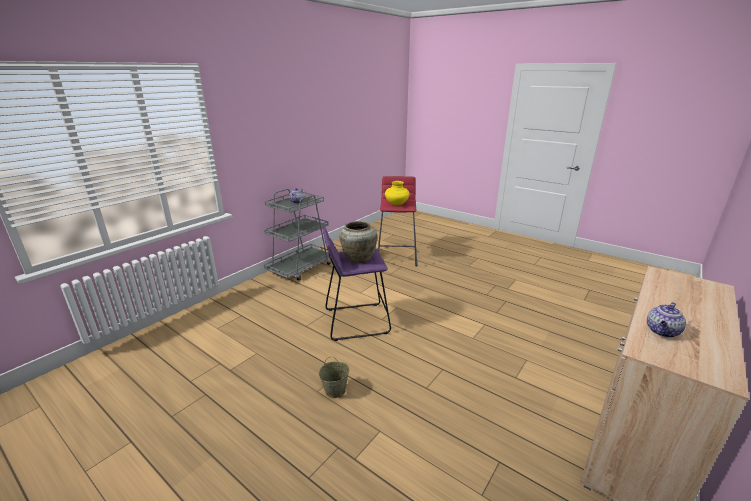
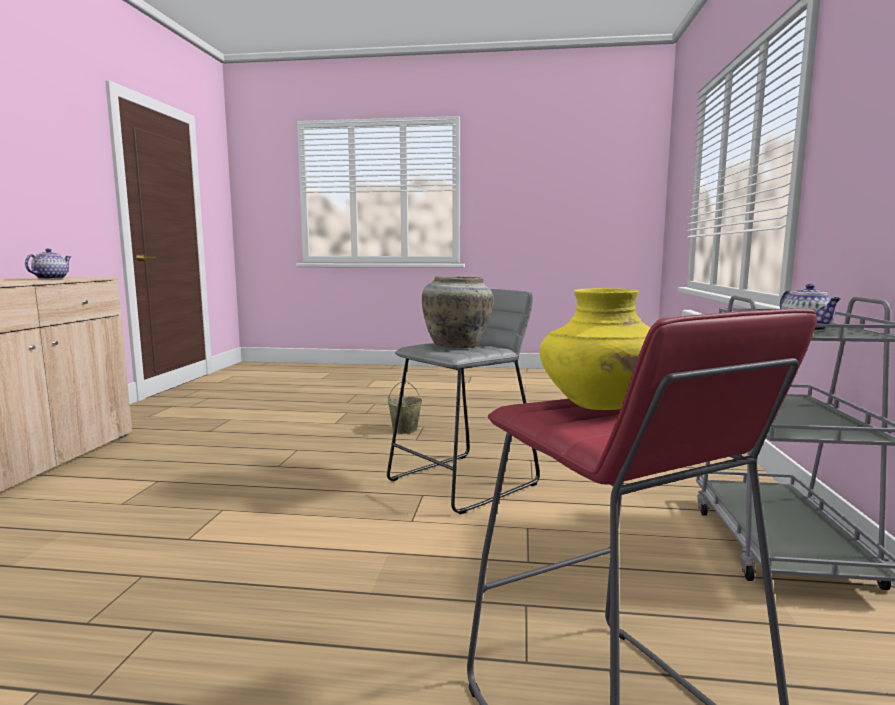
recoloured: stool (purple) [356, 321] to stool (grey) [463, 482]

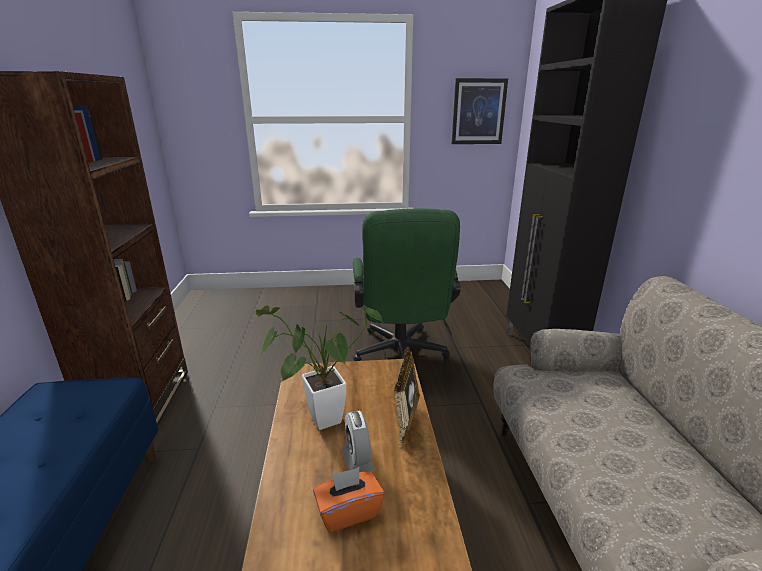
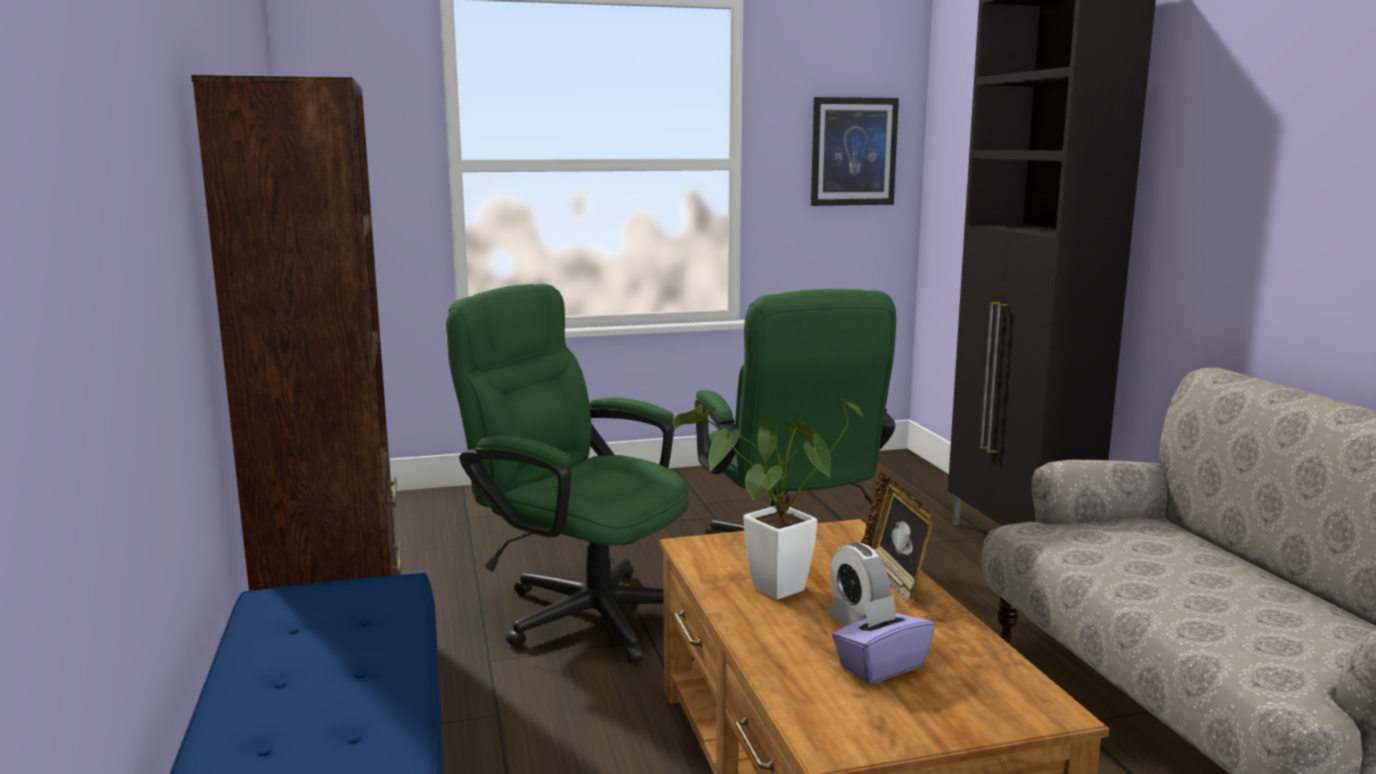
added: office chair (green) [581, 611]
recoloured: tissue box (orange) [348, 511] to tissue box (purple) [880, 666]

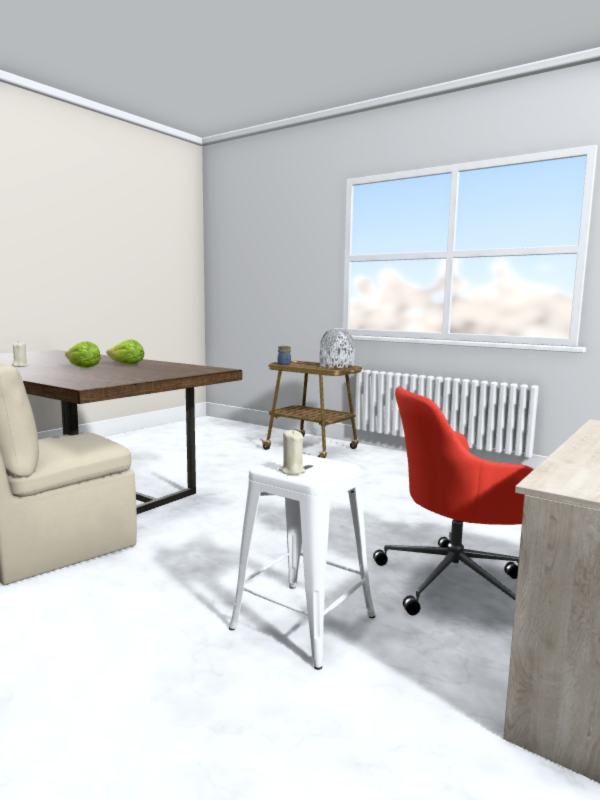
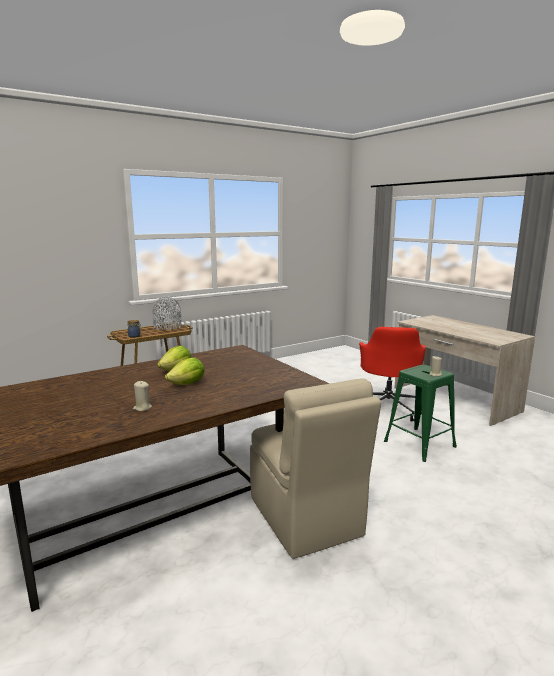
recoloured: stool (white) [303, 622] to stool (green) [419, 444]

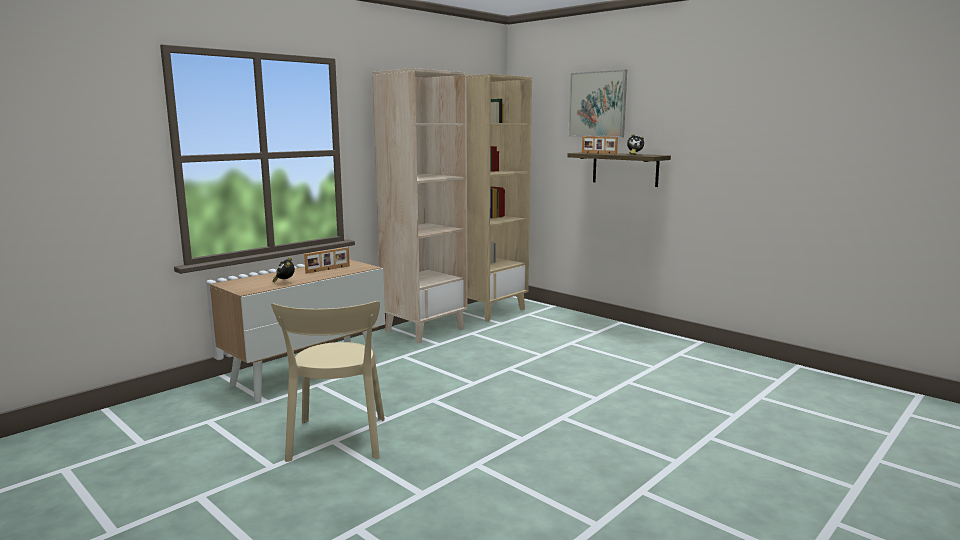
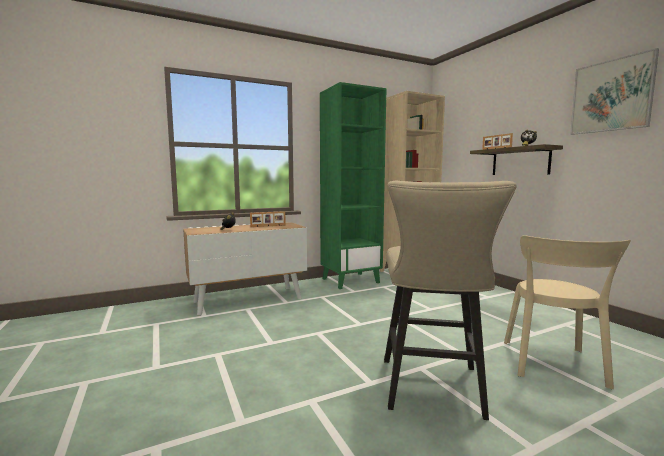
added: stool (beige) [432, 391]
moved: picture [597, 104] to [611, 96]; chair (beige) [337, 441] to [553, 365]
recoloured: bookcase (beige) [425, 329] to bookcase (green) [350, 280]

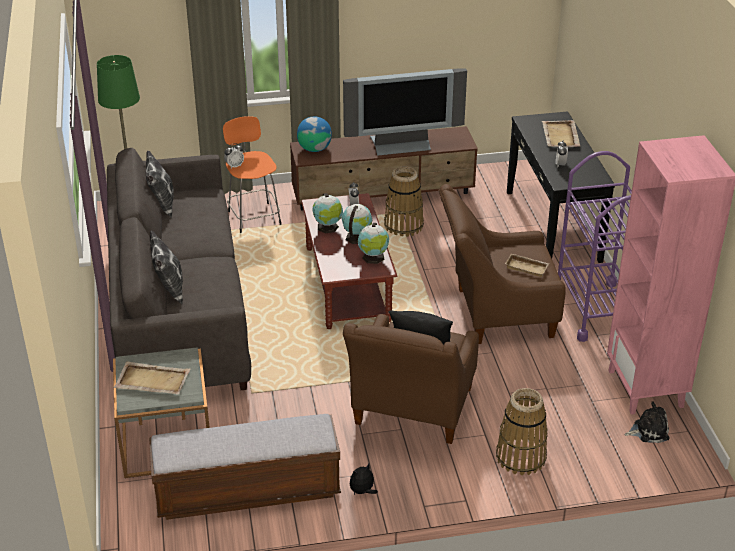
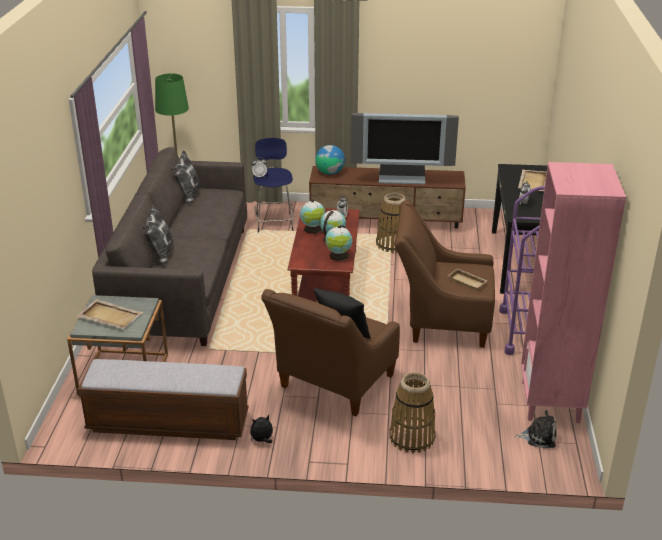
recoloured: stool (orange) [254, 217] to stool (blue) [274, 222]

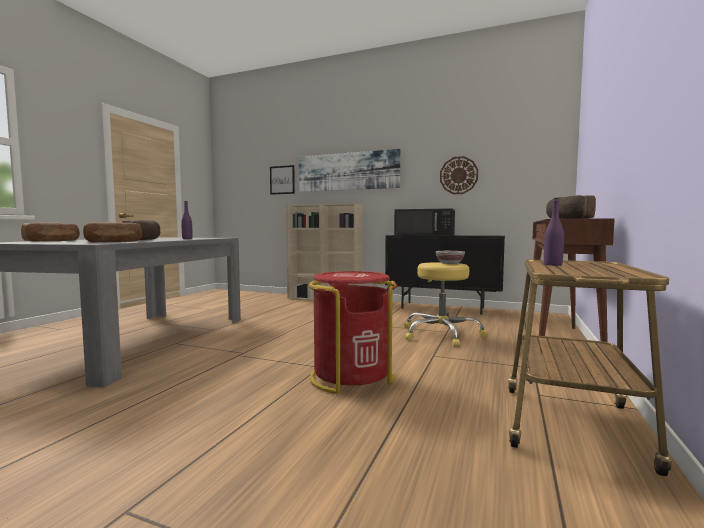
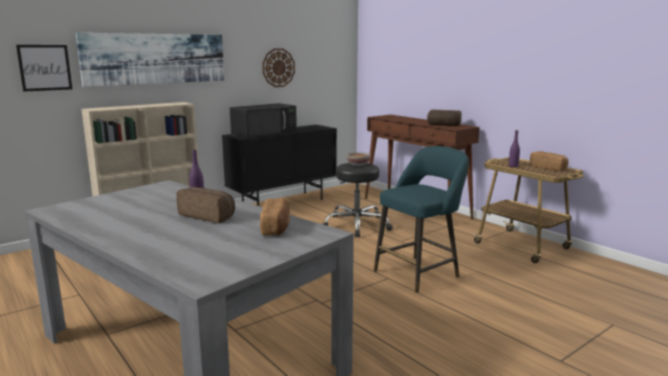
moved: bread [52, 241] to [548, 168]
replaced: trash can (red) [351, 377] to stool (turquoise) [419, 273]
recoloured: stool (yellow) [441, 334] to stool (black) [356, 225]

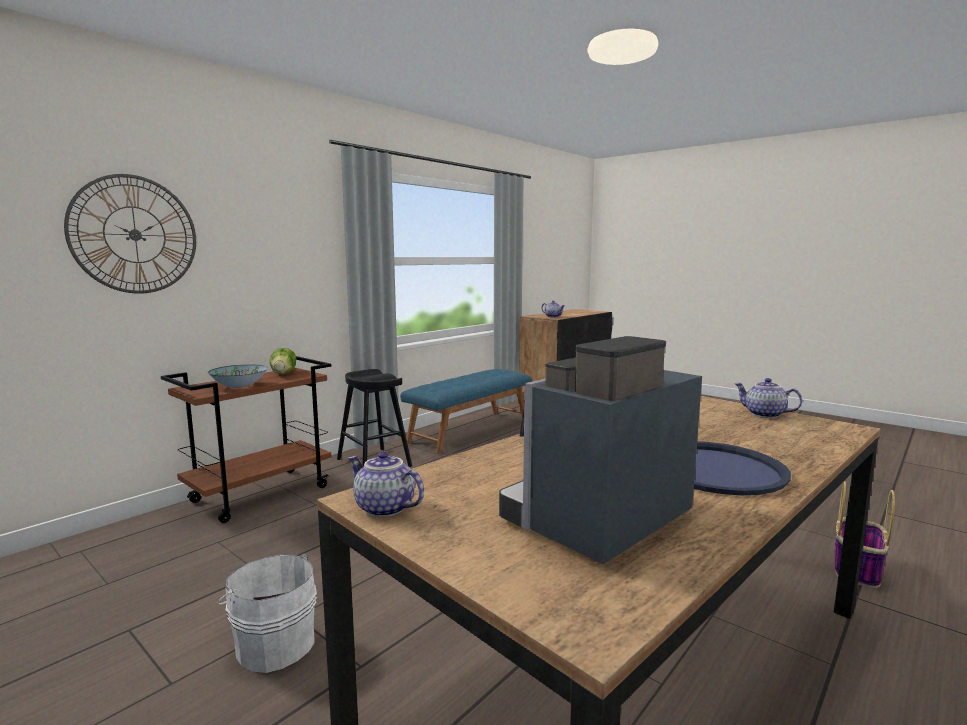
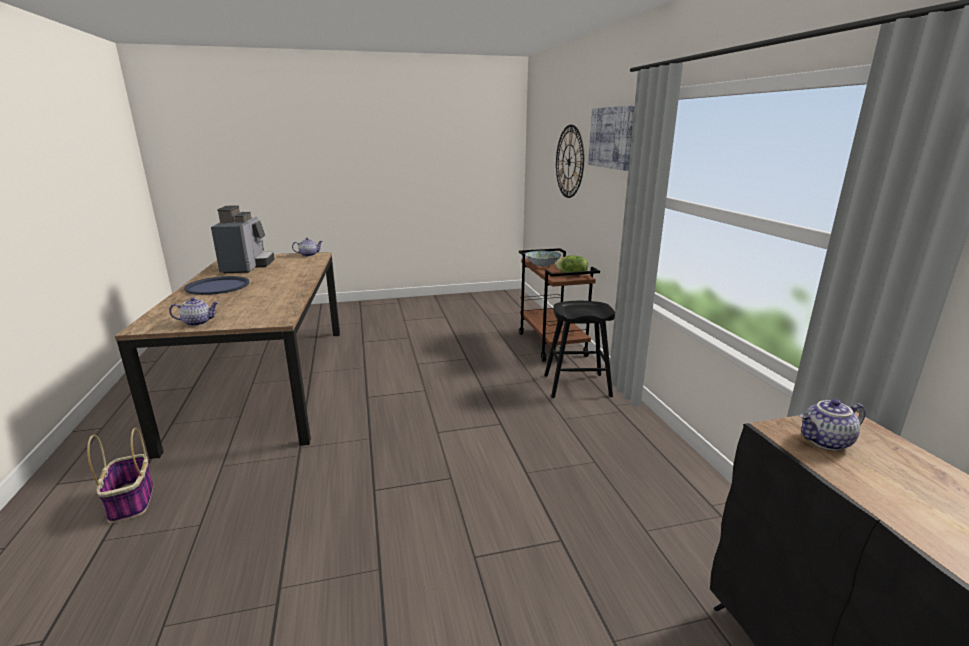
removed: bench (blue) [469, 431]; bucket (white) [274, 643]
added: picture [612, 137]

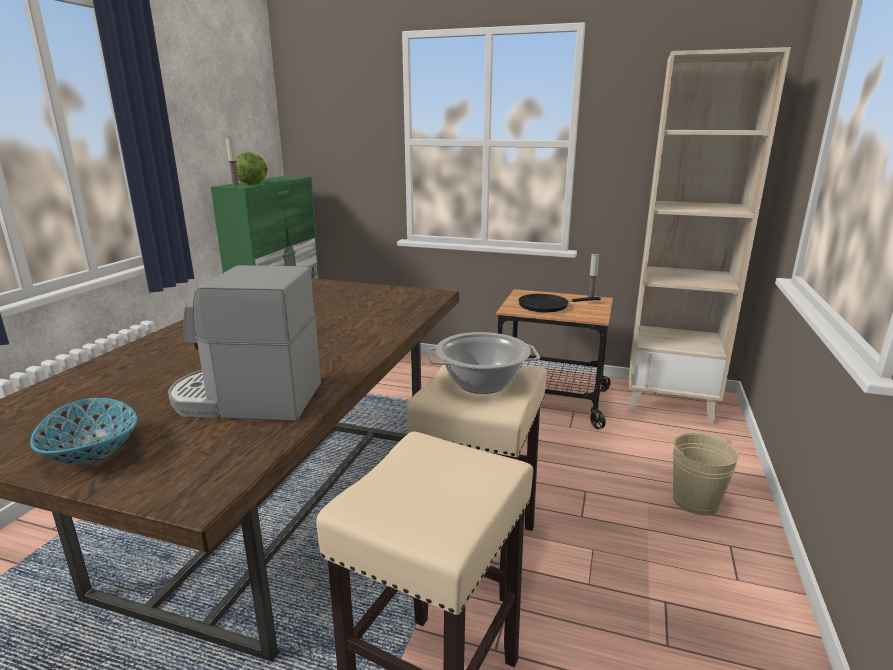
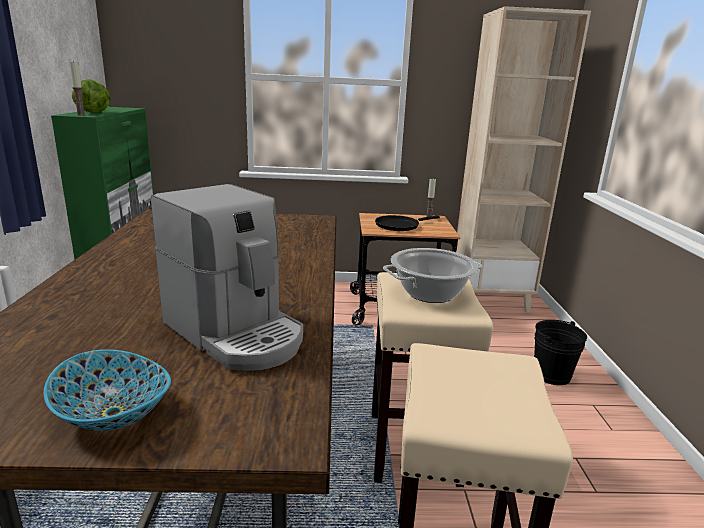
recoloured: bucket (beige) [696, 501] to bucket (black) [551, 375]
turned: coffee machine [246, 399] = [236, 333] 120 degrees counterclockwise

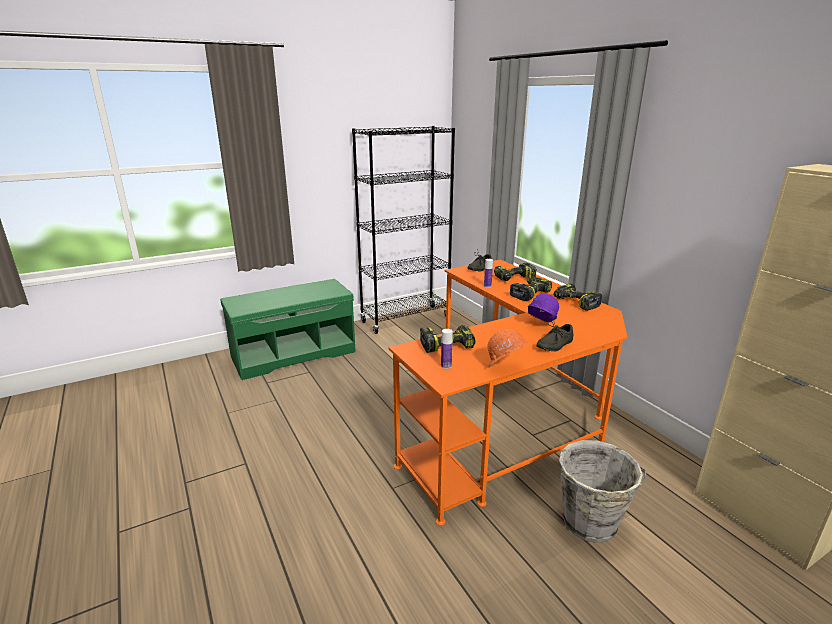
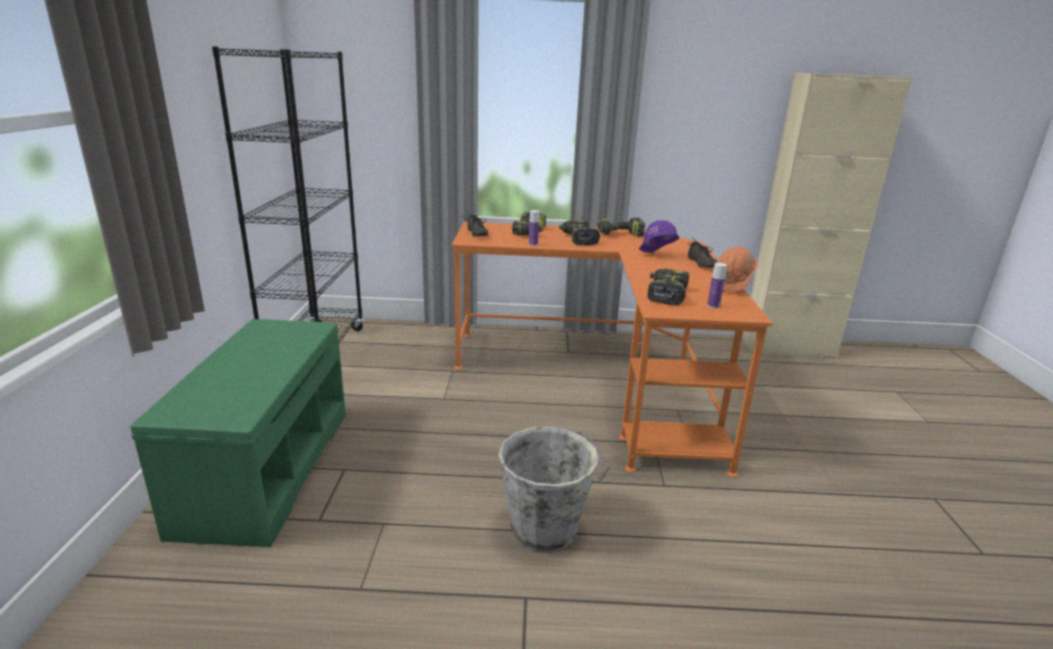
moved: bucket (grey) [590, 524] to [546, 530]

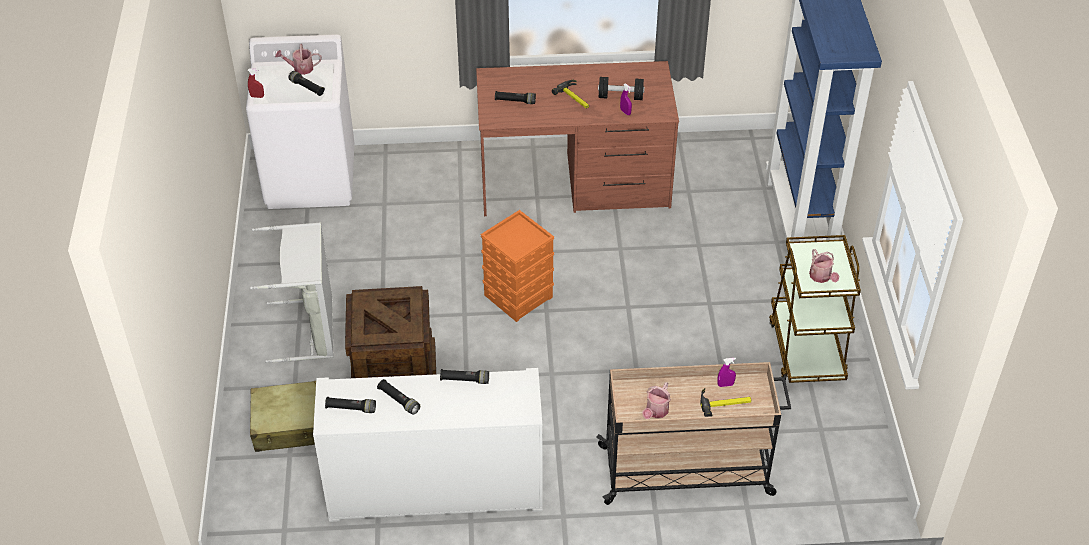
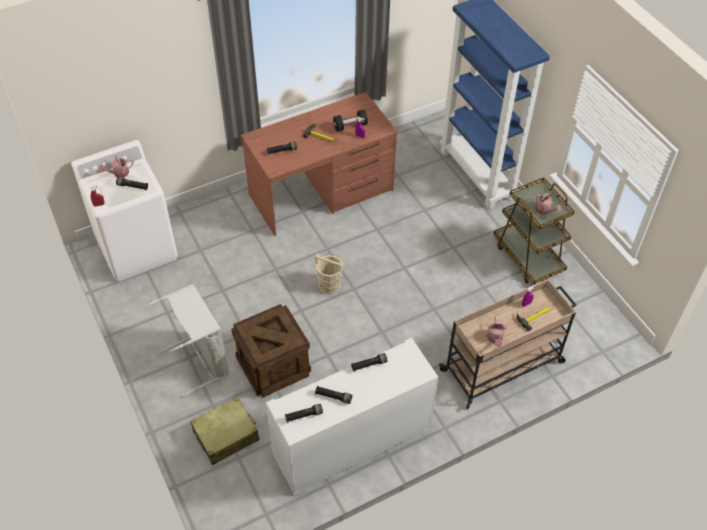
replaced: storage box (orange) [518, 295] to bucket (beige) [329, 285]

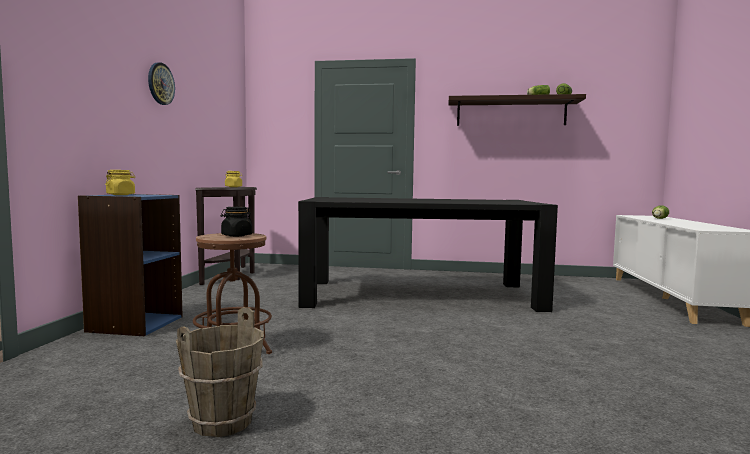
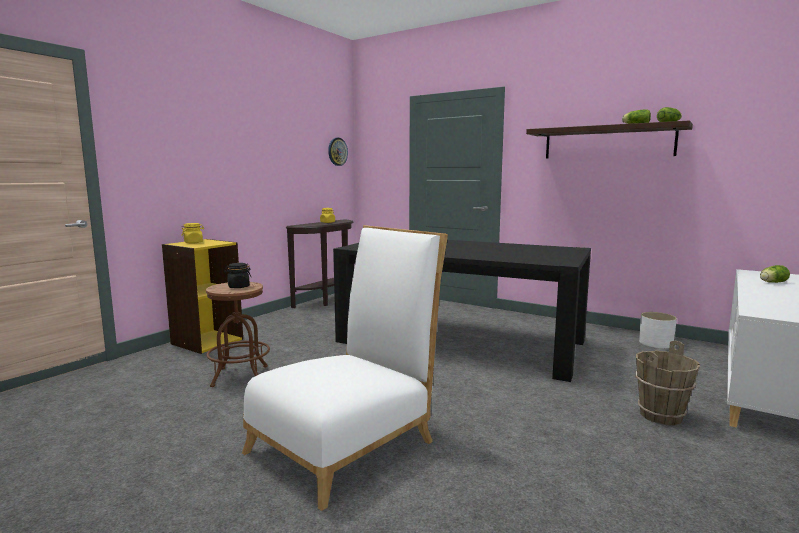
added: chair (white) [349, 442]; planter (white) [656, 343]
moved: wall clock [160, 84] to [337, 151]; bucket (brown) [223, 422] to [661, 416]
recoloured: bookcase (blue) [135, 324] to bookcase (yellow) [207, 341]

